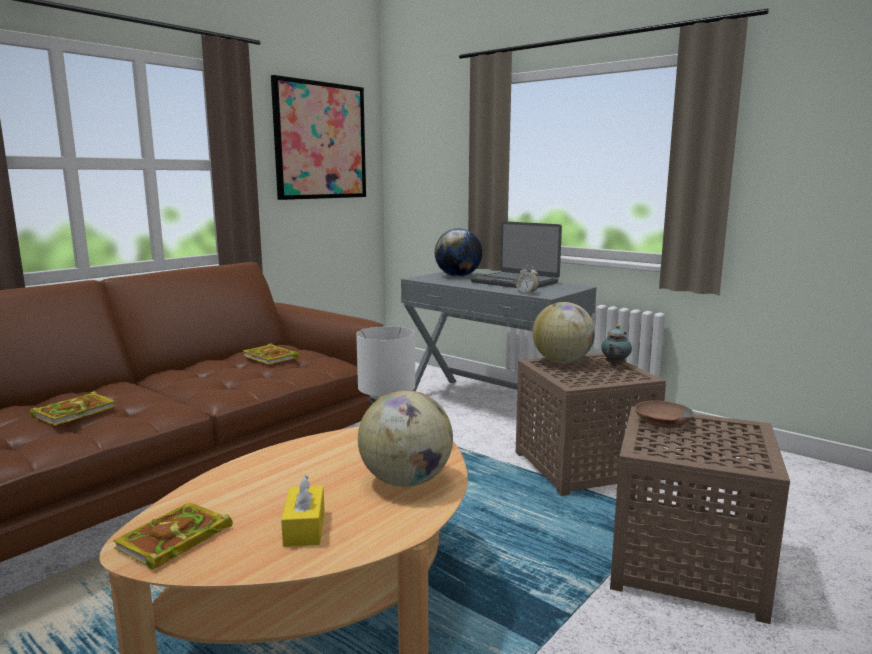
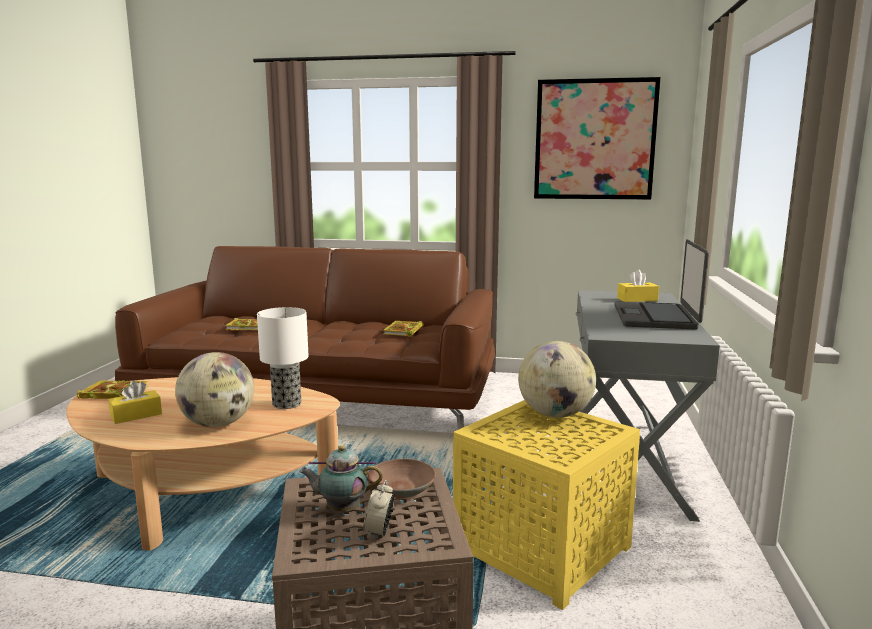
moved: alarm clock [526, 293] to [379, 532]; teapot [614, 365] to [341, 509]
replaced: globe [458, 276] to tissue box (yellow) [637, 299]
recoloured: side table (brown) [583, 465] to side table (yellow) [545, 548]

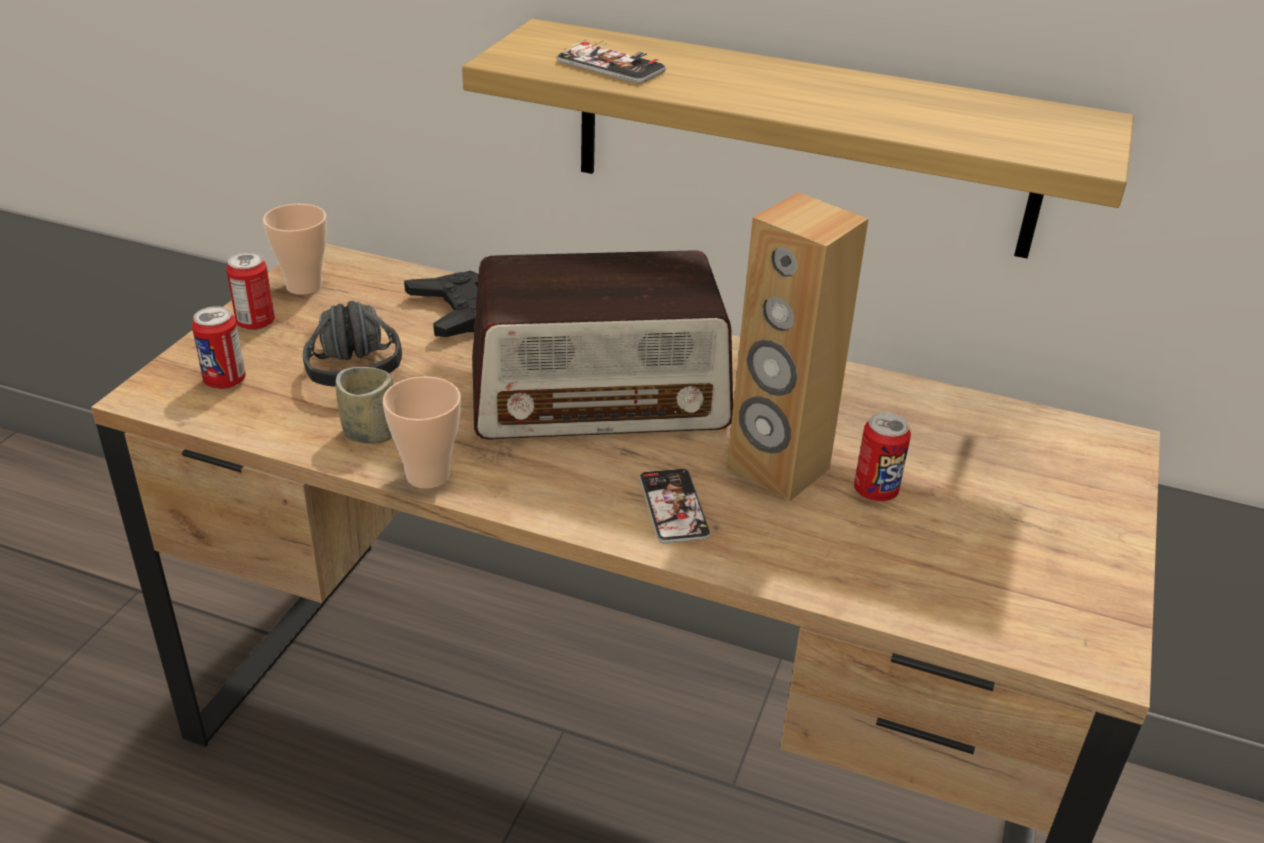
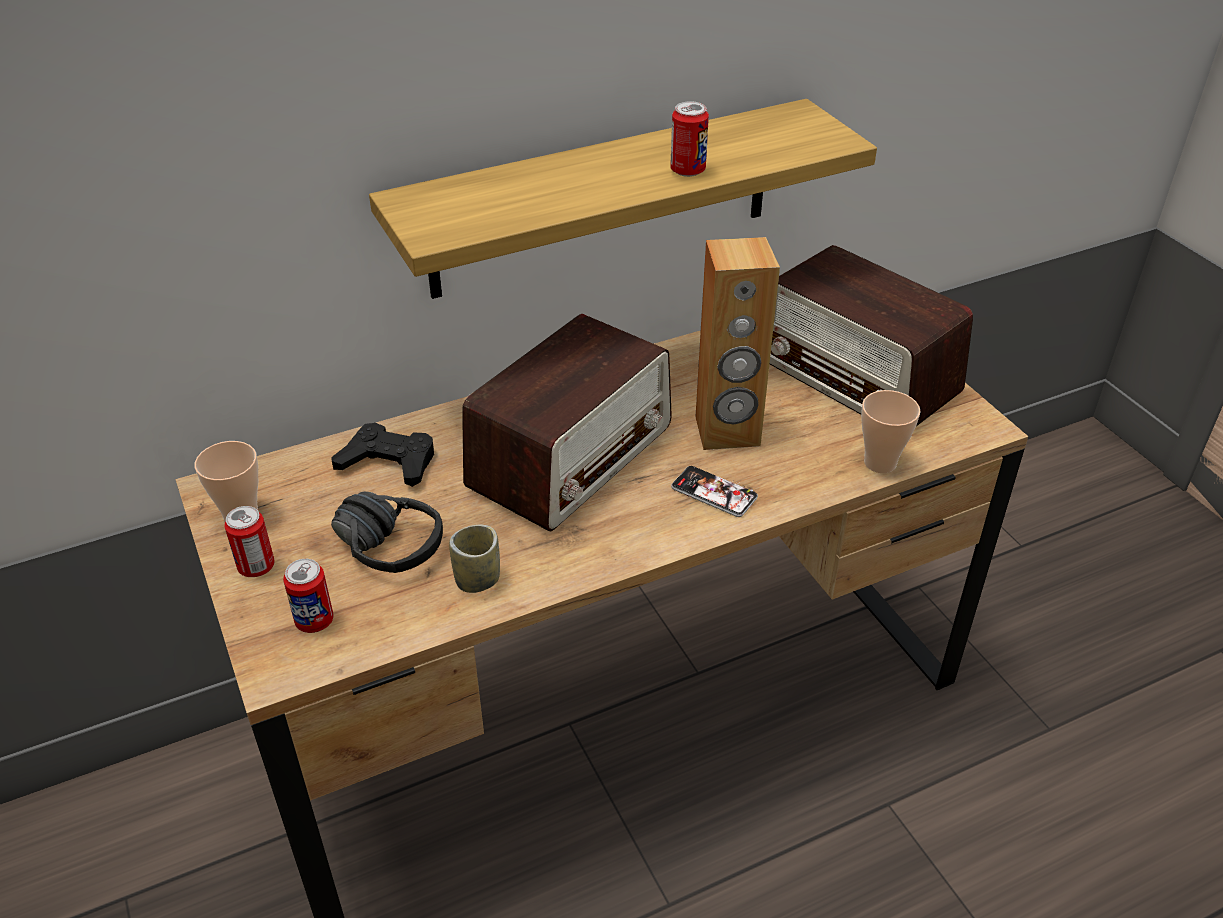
removed: phone [610, 66]
added: radio [856, 375]
moved: cup [428, 475] to [880, 463]; can [875, 491] to [687, 171]

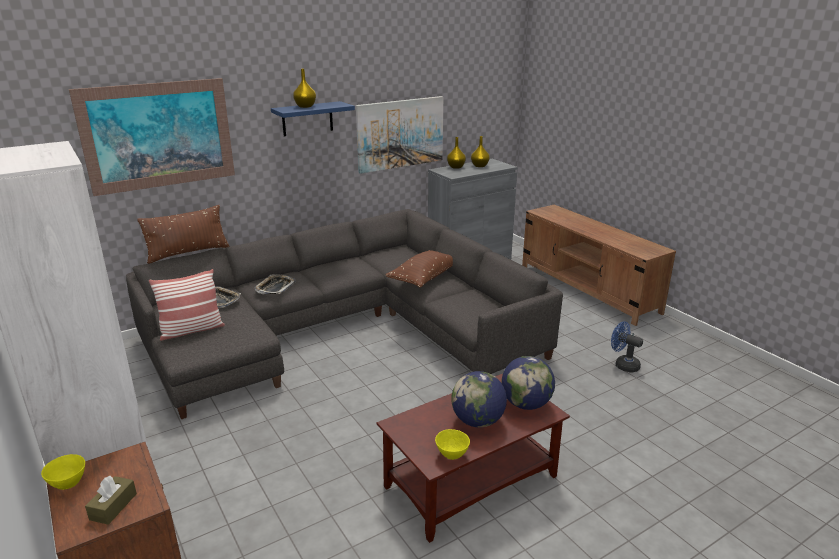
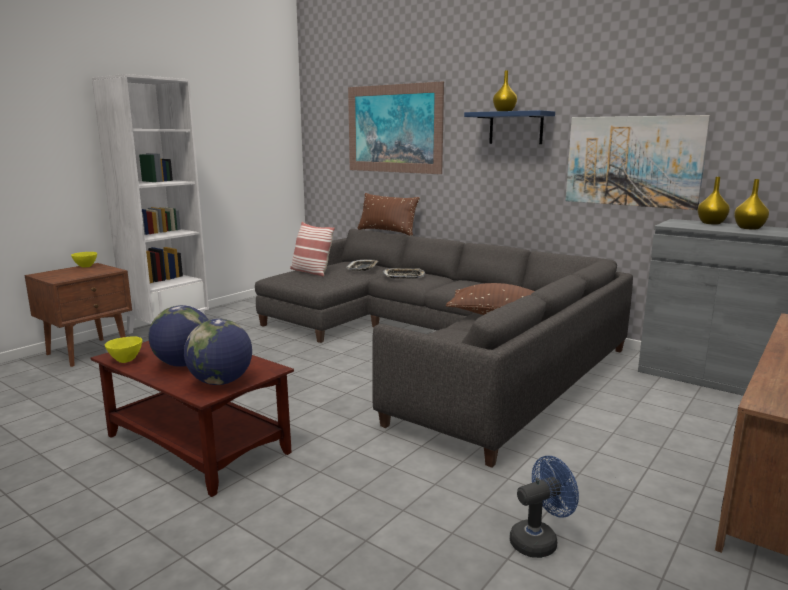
removed: tissue box (brown) [113, 506]
turned: fan (blue) [623, 365] = [539, 540] 45 degrees clockwise

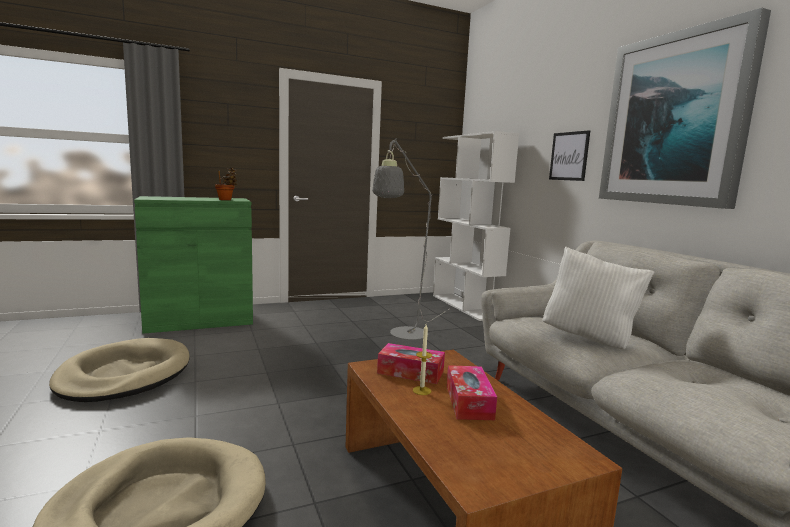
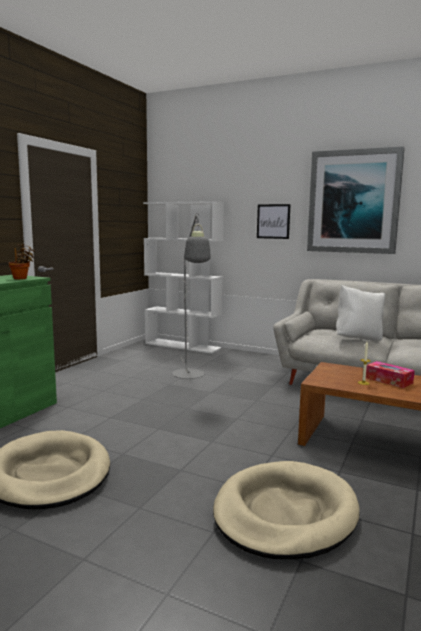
removed: tissue box [410, 372]

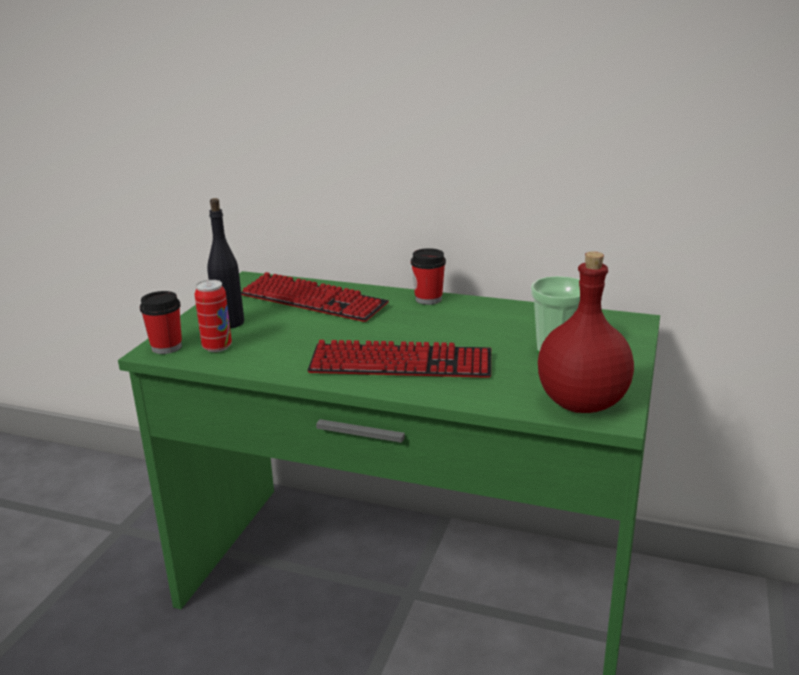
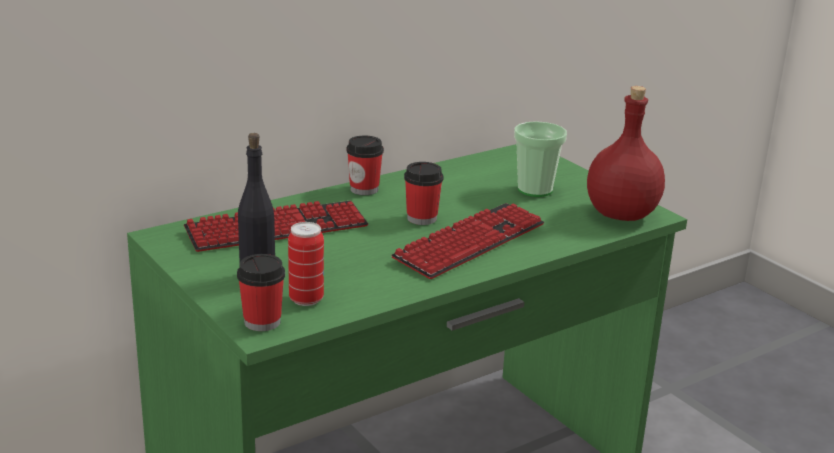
added: cup [421, 218]

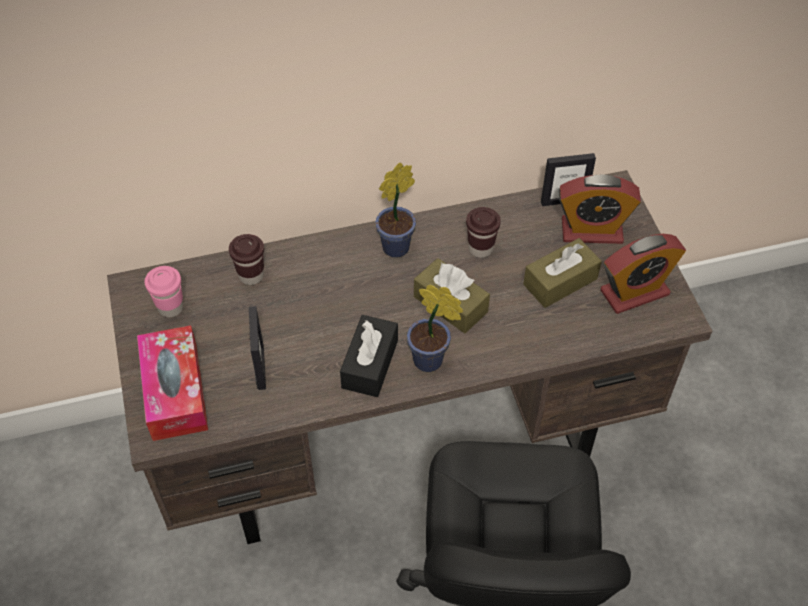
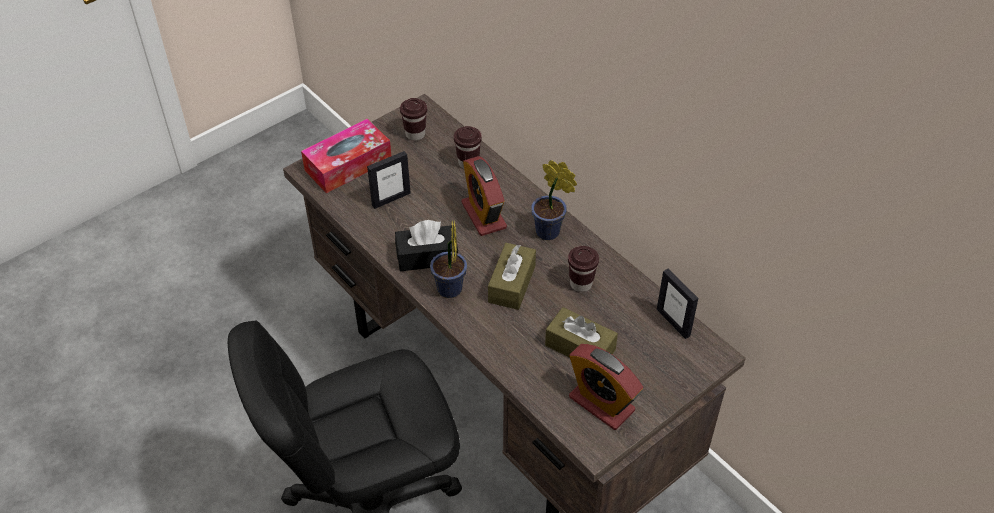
moved: alarm clock [592, 231] to [483, 215]
recoloured: cup (pink) [170, 308] to cup (brown) [415, 134]

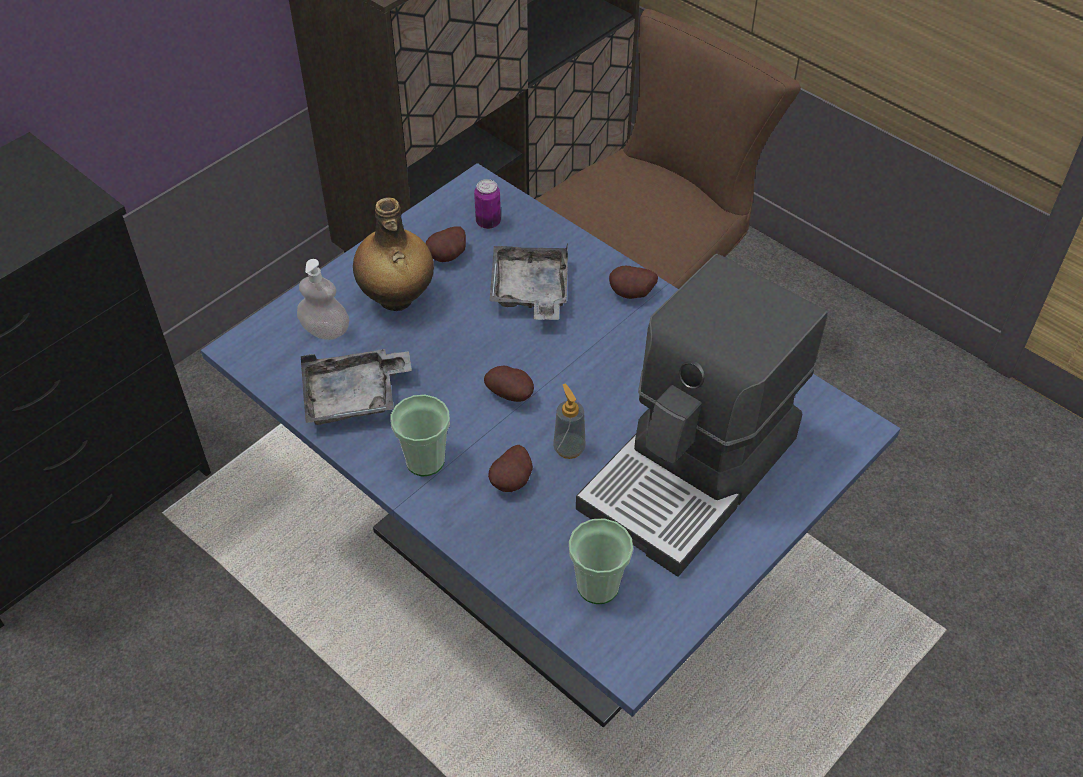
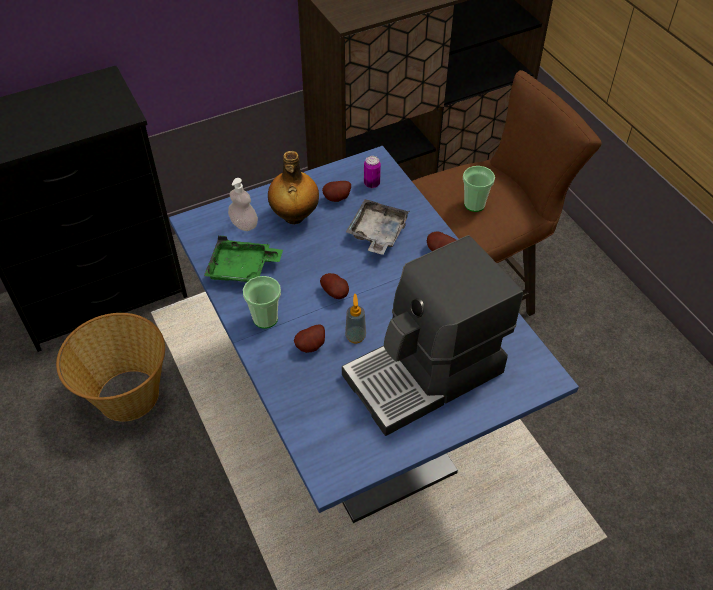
added: basket [127, 395]
moved: cup [598, 586] to [474, 204]
recoloured: tray (grey) [354, 397] to tray (green) [242, 269]

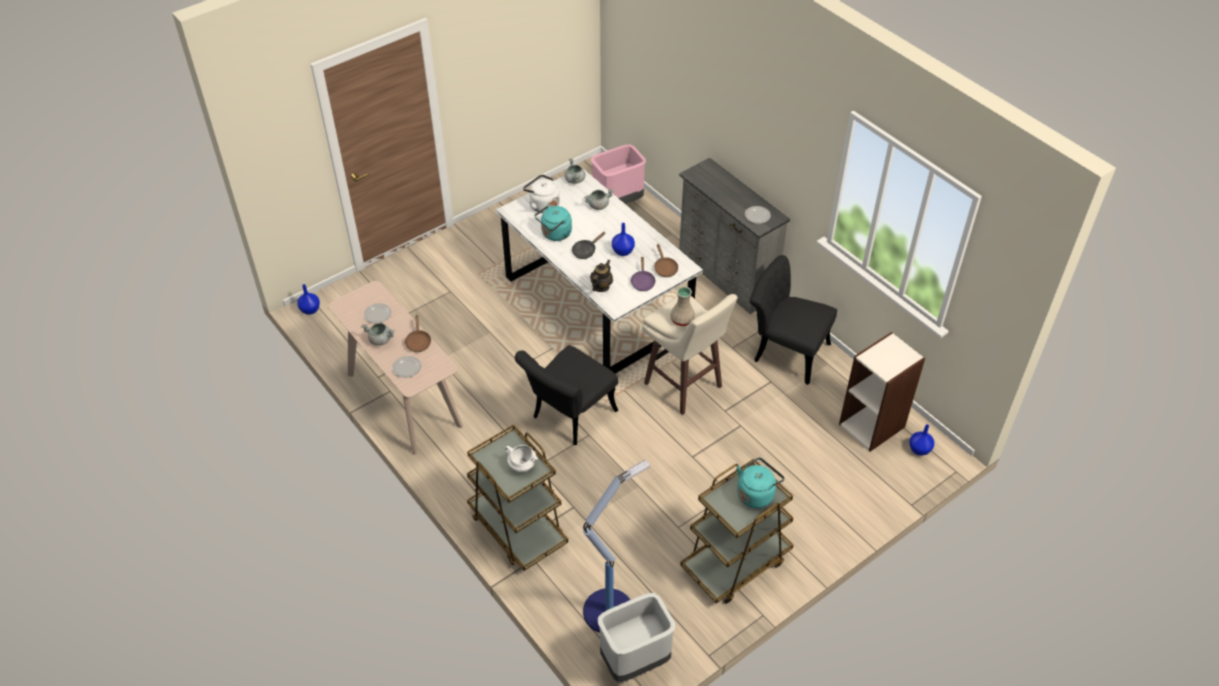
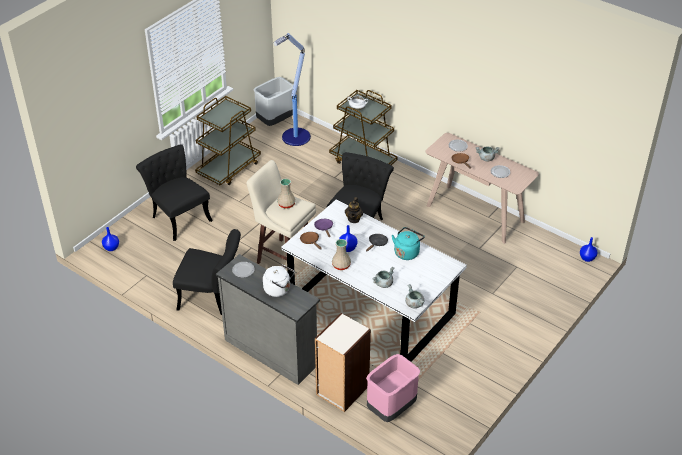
removed: kettle (turquoise) [756, 493]
added: chair (black) [178, 217]; vase (beige) [341, 265]
moved: kettle (white) [542, 205] to [279, 289]; bookcase [872, 425] to [342, 390]

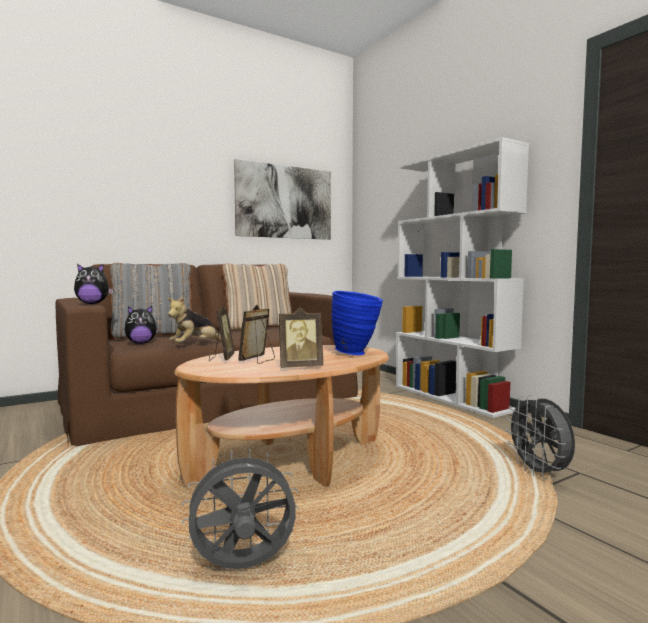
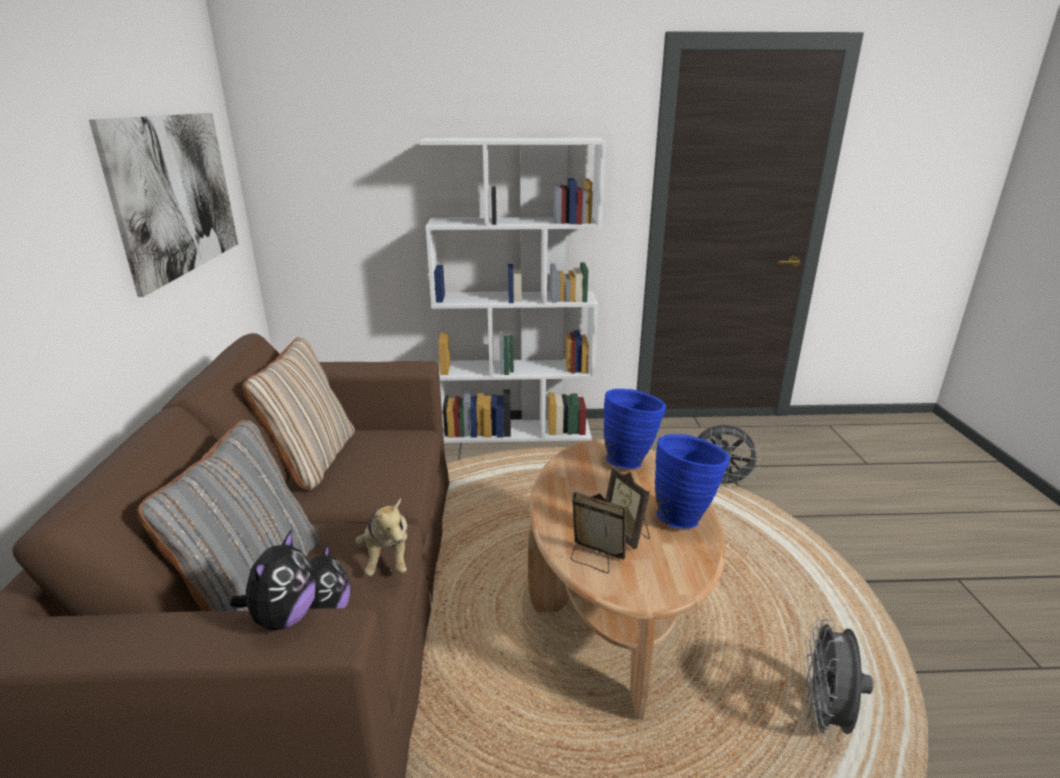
replaced: picture frame [300, 367] to vase (blue) [684, 516]

